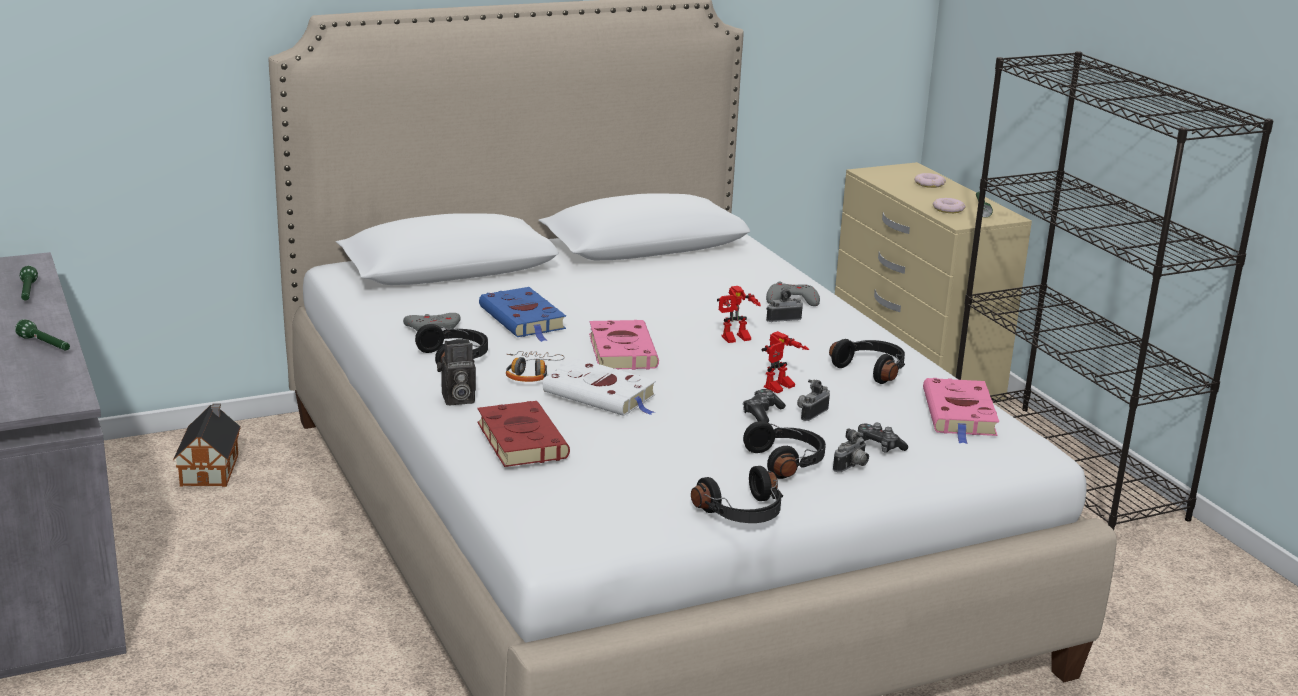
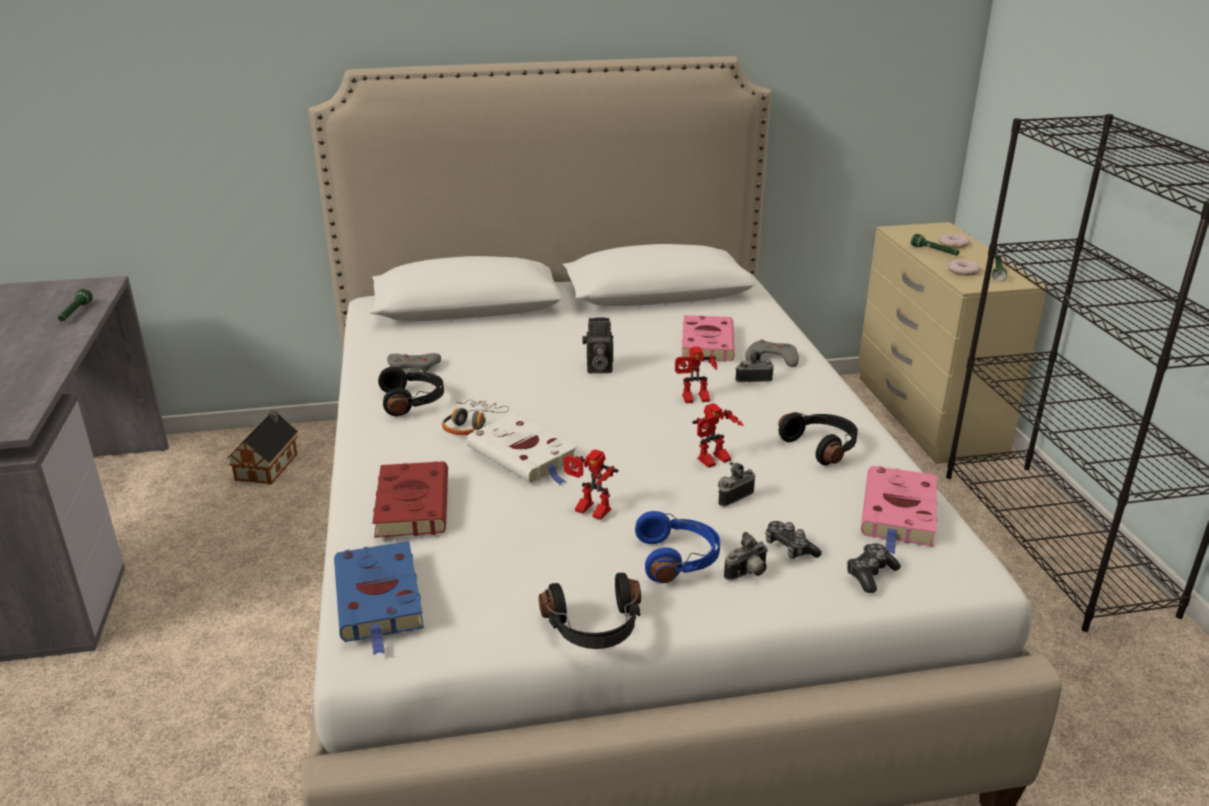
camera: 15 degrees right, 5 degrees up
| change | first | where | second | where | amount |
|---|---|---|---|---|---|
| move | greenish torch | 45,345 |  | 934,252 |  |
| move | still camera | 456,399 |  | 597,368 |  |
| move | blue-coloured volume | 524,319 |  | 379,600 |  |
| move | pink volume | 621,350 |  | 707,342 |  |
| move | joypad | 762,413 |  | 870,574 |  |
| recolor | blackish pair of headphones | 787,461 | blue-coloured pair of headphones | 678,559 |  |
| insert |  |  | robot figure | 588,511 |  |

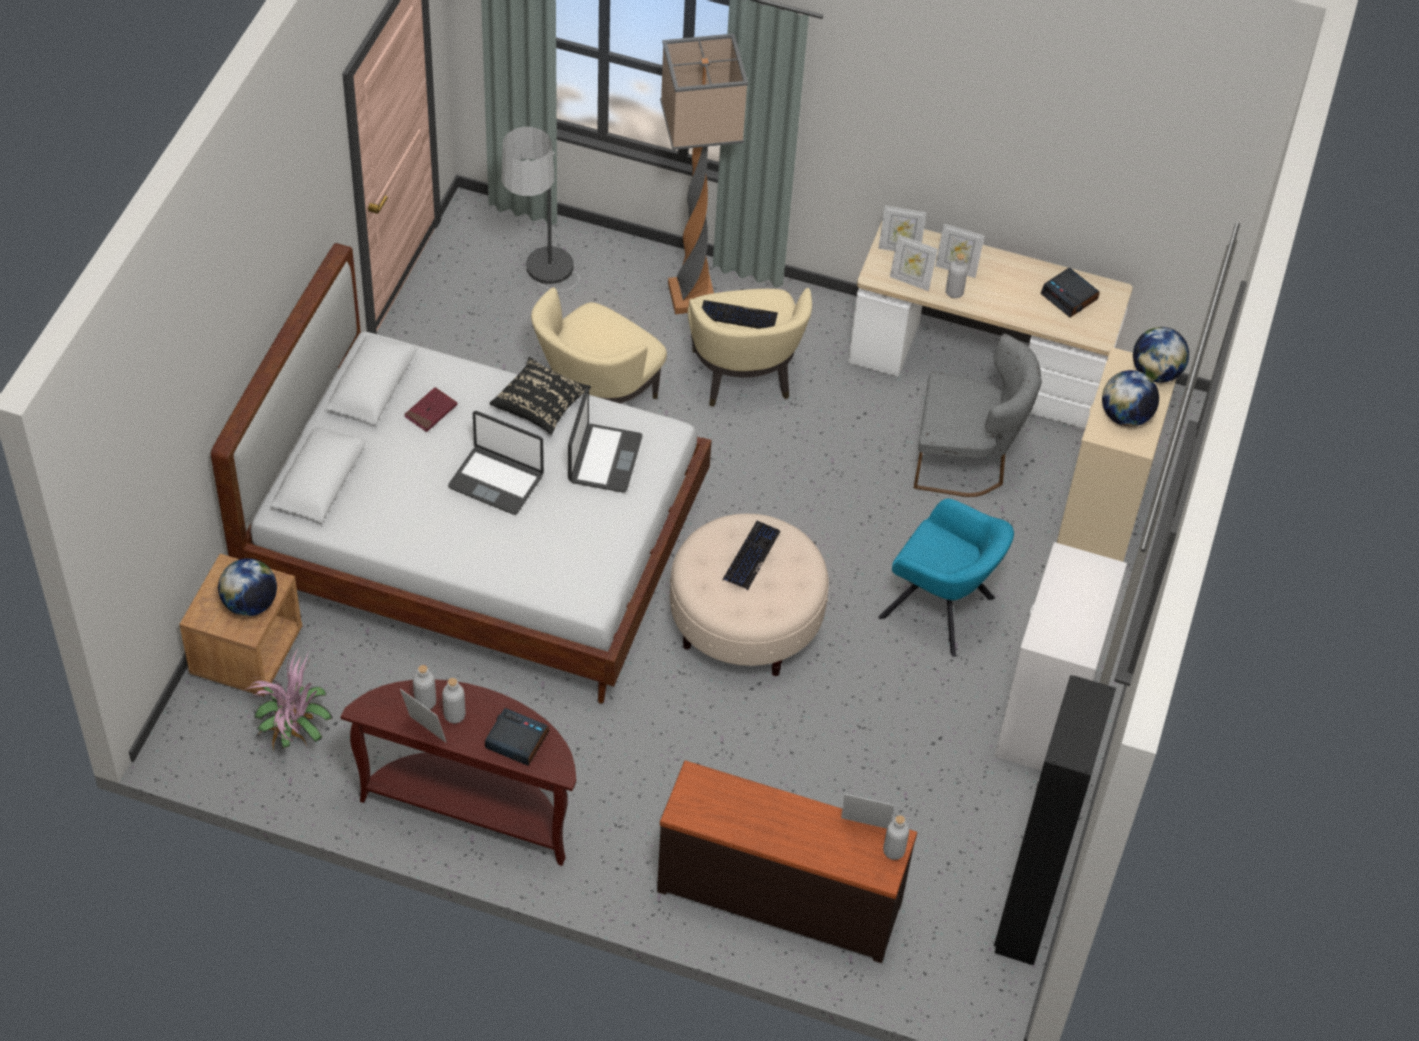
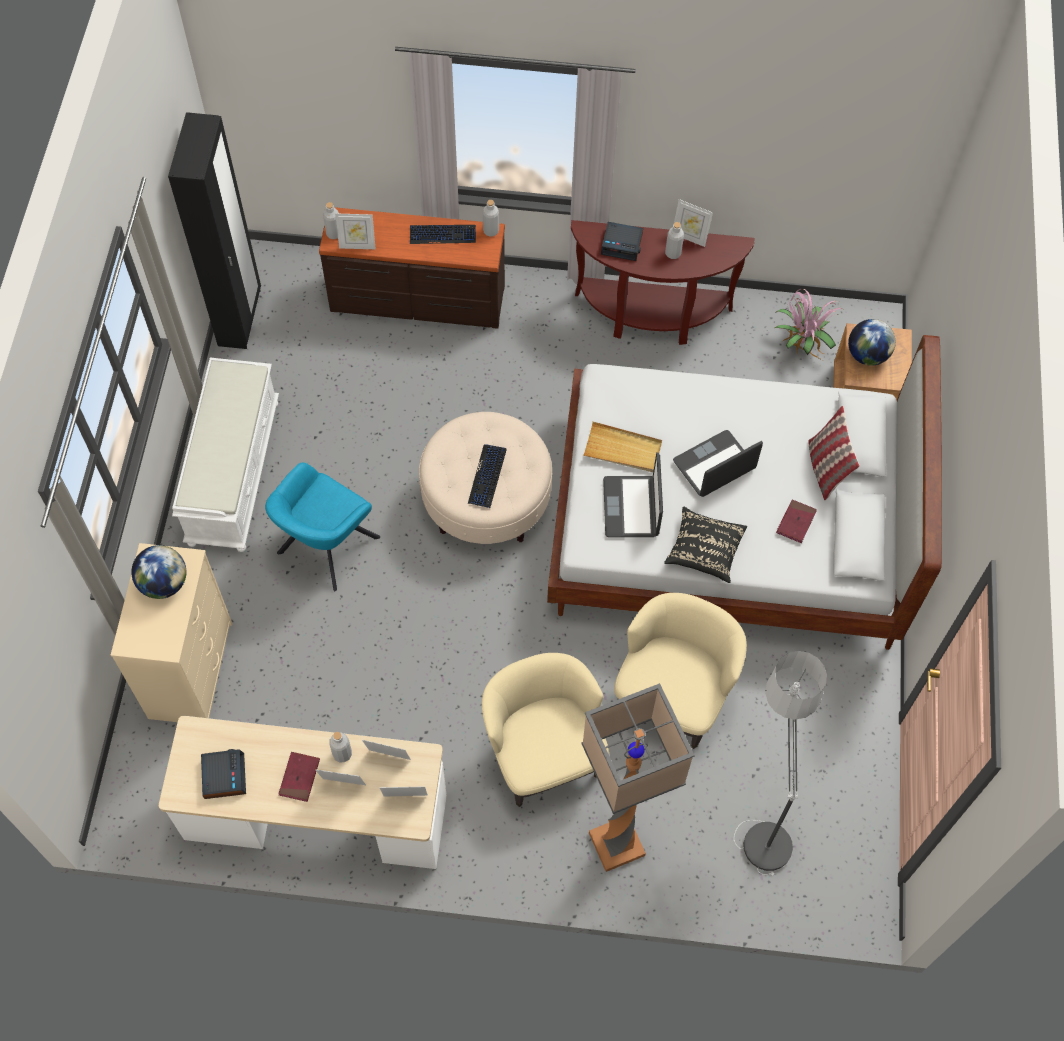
camera: 170 degrees right, 10 degrees up
| change | first | where | second | where | amount |
|---|---|---|---|---|---|
| move | grey bottle | 425,702 |  | 491,231 |  |
| rotate | portable computer | 496,480 |  | 714,465 | 45 degrees counterclockwise |
| move | PC keyboard | 738,316 |  | 443,235 |  |
| rotate | turquoise-coloured armchair | 941,609 |  | 326,548 | 75 degrees counterclockwise |
| delete | grey chair | 966,462 |  |  |  |
| replace | white dresser | 1044,717 | white bench | 233,471 |  |
| rotate | bedside clock | 1070,297 |  | 223,776 | 45 degrees clockwise |
| delete | desk globe | 1155,373 |  |  |  |
| insert |  |  | reddish volume | 299,777 |  |
| insert |  |  | beige serving tray | 622,450 |  |
| insert |  |  | throw pillow | 825,469 |  |

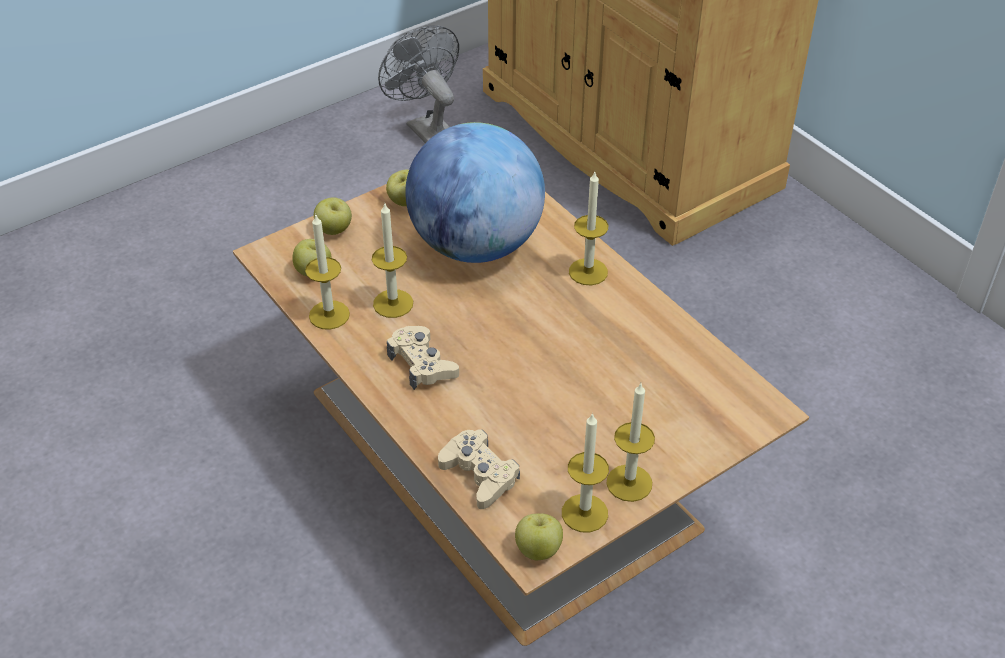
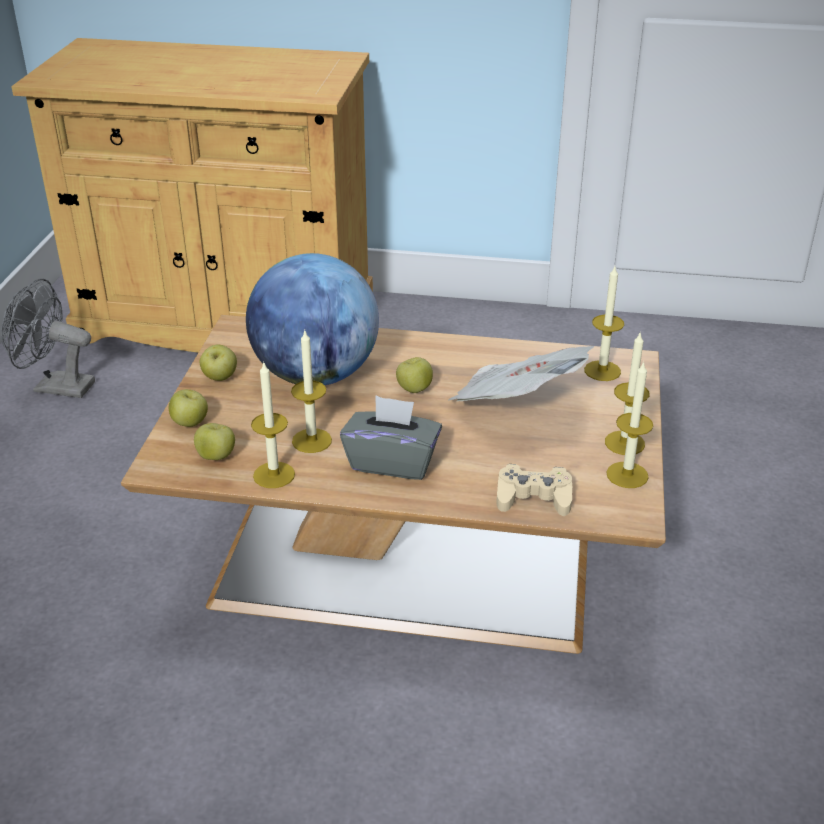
camera: 45 degrees left, 10 degrees down
| change | first | where | second | where | amount |
|---|---|---|---|---|---|
| replace | beige joypad | 422,364 | grey box of tissues | 392,462 |  |
| move | apple fruit | 538,549 |  | 414,389 |  |
| move | wax light | 588,272 |  | 602,371 |  |
| insert |  |  | printed paper | 517,404 |  |

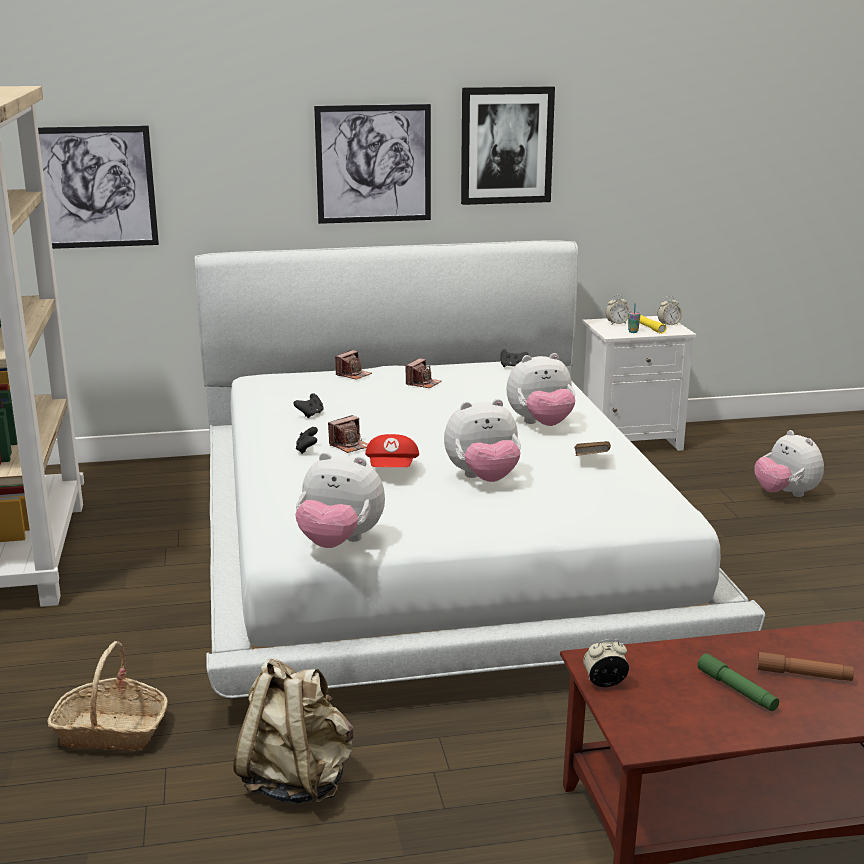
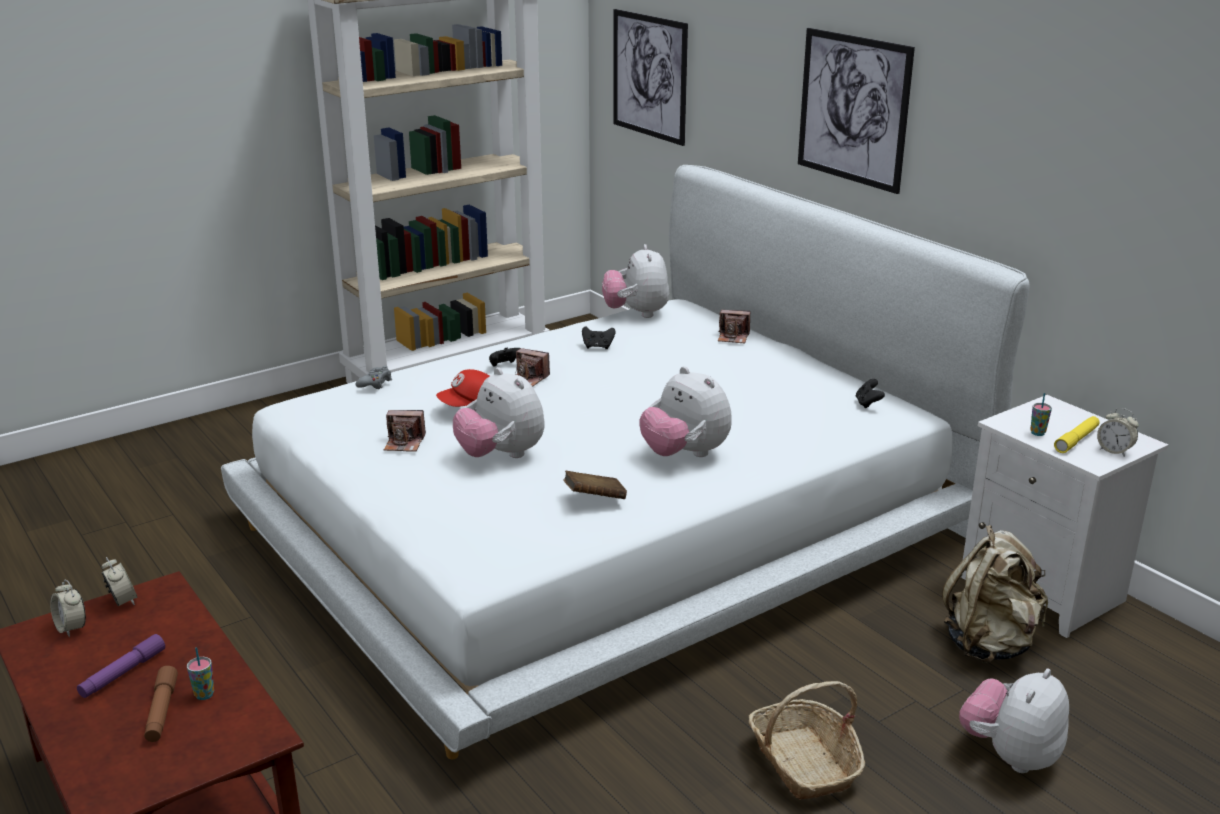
camera: 65 degrees right, 5 degrees up
| change | first | where | second | where | amount |
|---|---|---|---|---|---|
| move | basket | 111,731 |  | 804,763 |  |
| move | beige knapsack | 297,781 |  | 990,644 |  |
| move | cuddly toy | 339,543 |  | 636,313 |  |
| move | still camera | 423,383 |  | 404,443 |  |
| delete | picture | 506,145 |  |  |  |
| move | bedside clock | 616,323 |  | 71,628 |  |
| recolor | greenish torch | 737,690 | purple-coloured torch | 123,673 |  |
| insert |  |  | small cup | 204,695 |  |
| insert |  |  | grey joypad | 375,383 |  |

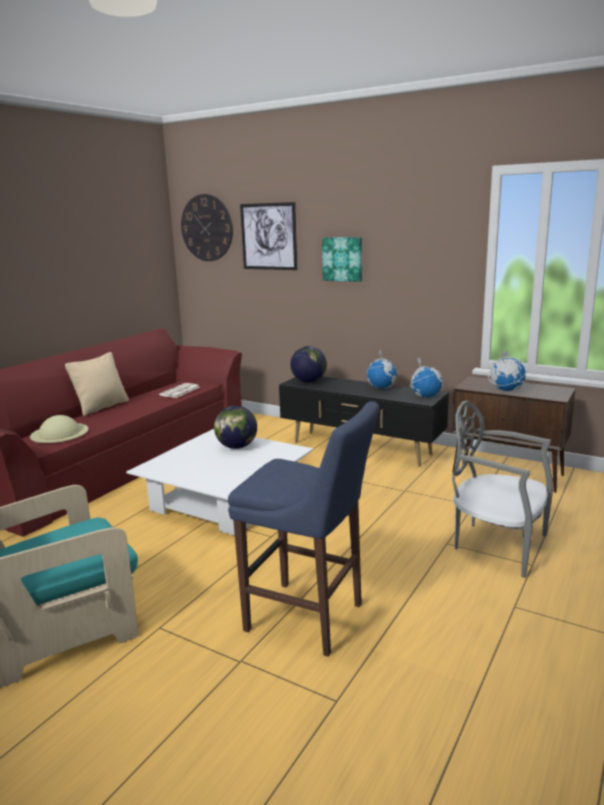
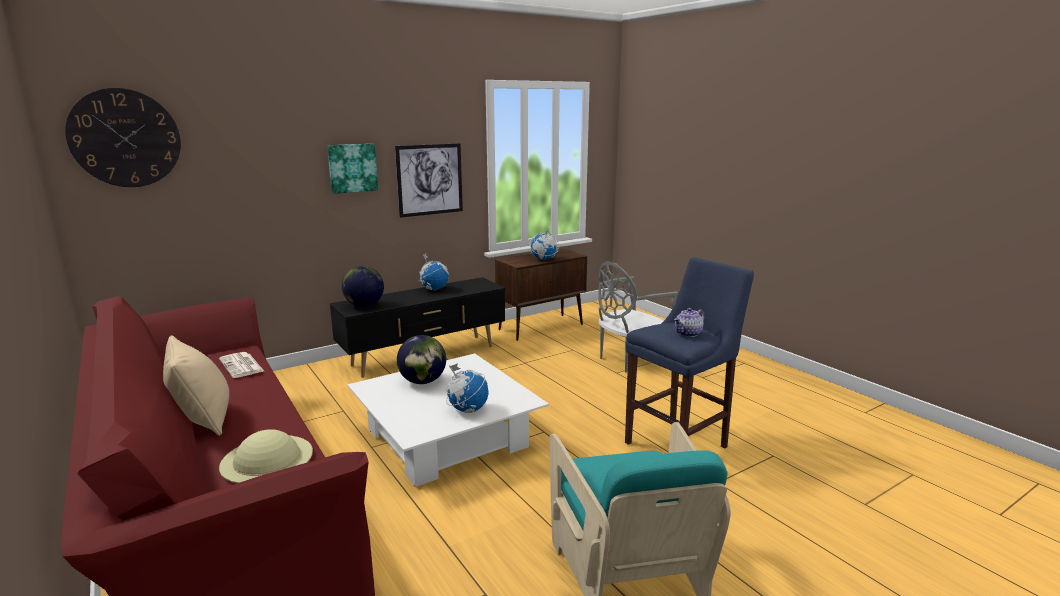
camera: 65 degrees left, 0 degrees up
| change | first | where | second | where | amount |
|---|---|---|---|---|---|
| move | picture | 268,236 |  | 430,179 |  |
| move | desk globe | 425,396 |  | 467,410 |  |
| insert |  |  | pot for tea | 688,333 |  |

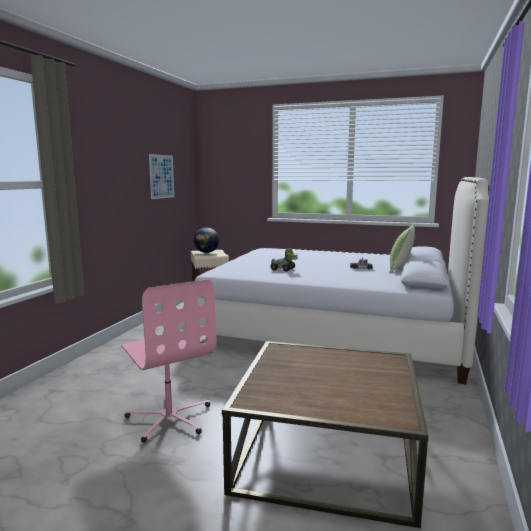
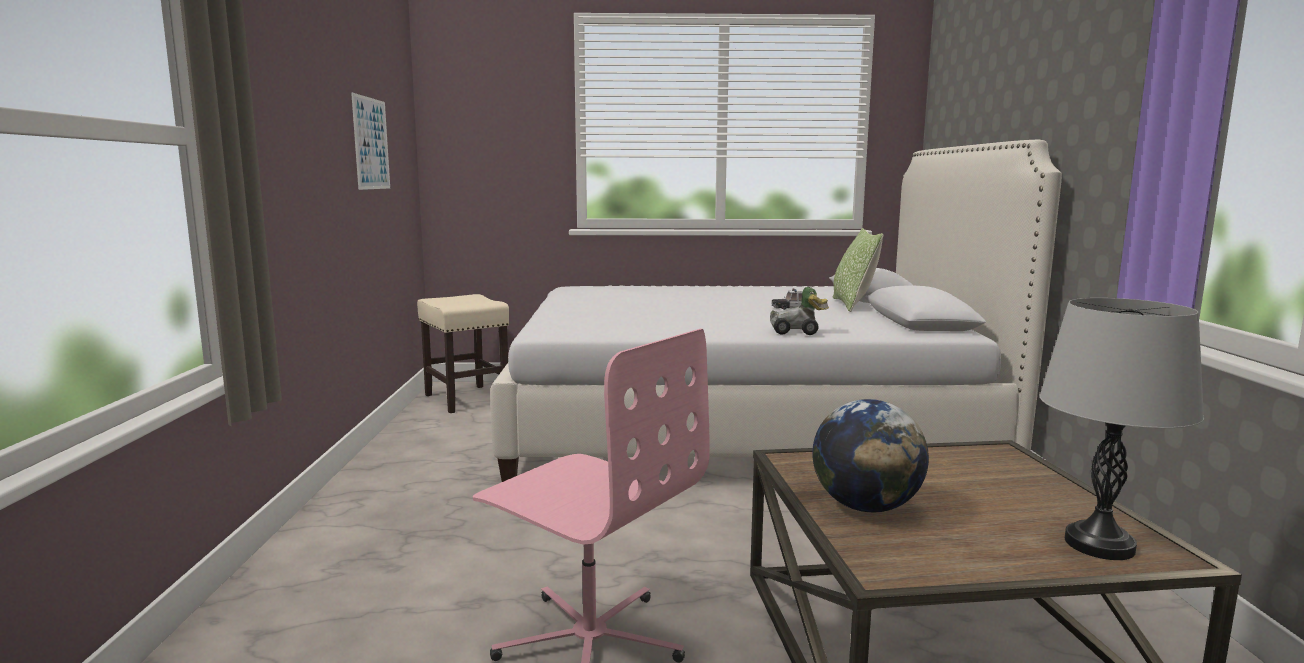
camera: 20 degrees left, 0 degrees up
| change | first | where | second | where | amount |
|---|---|---|---|---|---|
| move | desk globe | 207,252 |  | 866,507 |  |
| move | toy car | 283,269 |  | 797,332 |  |
| insert |  |  | grey lamp for a table | 1099,545 |  |

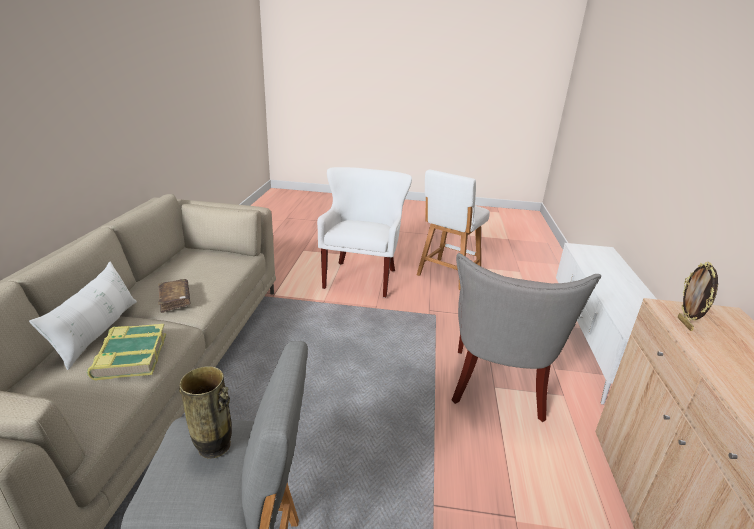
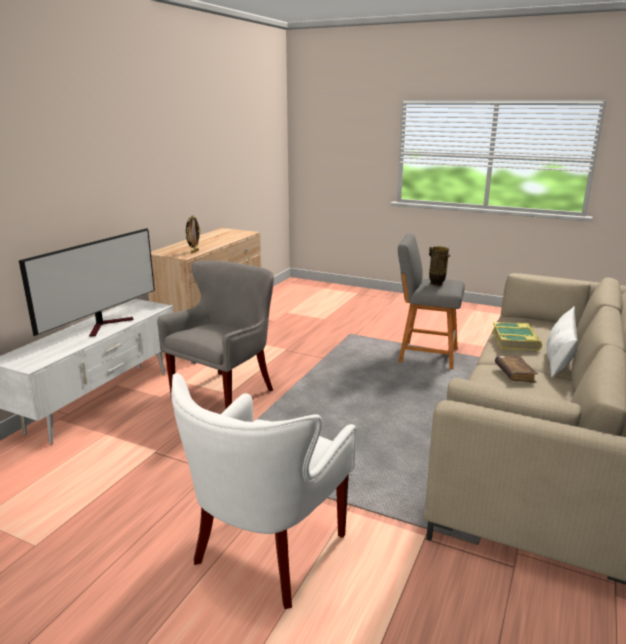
camera: 160 degrees left, 5 degrees down
| change | first | where | second | where | amount |
|---|---|---|---|---|---|
| delete | white sitting stool | 447,274 |  |  |  |
| insert |  |  | television | 107,325 |  |

